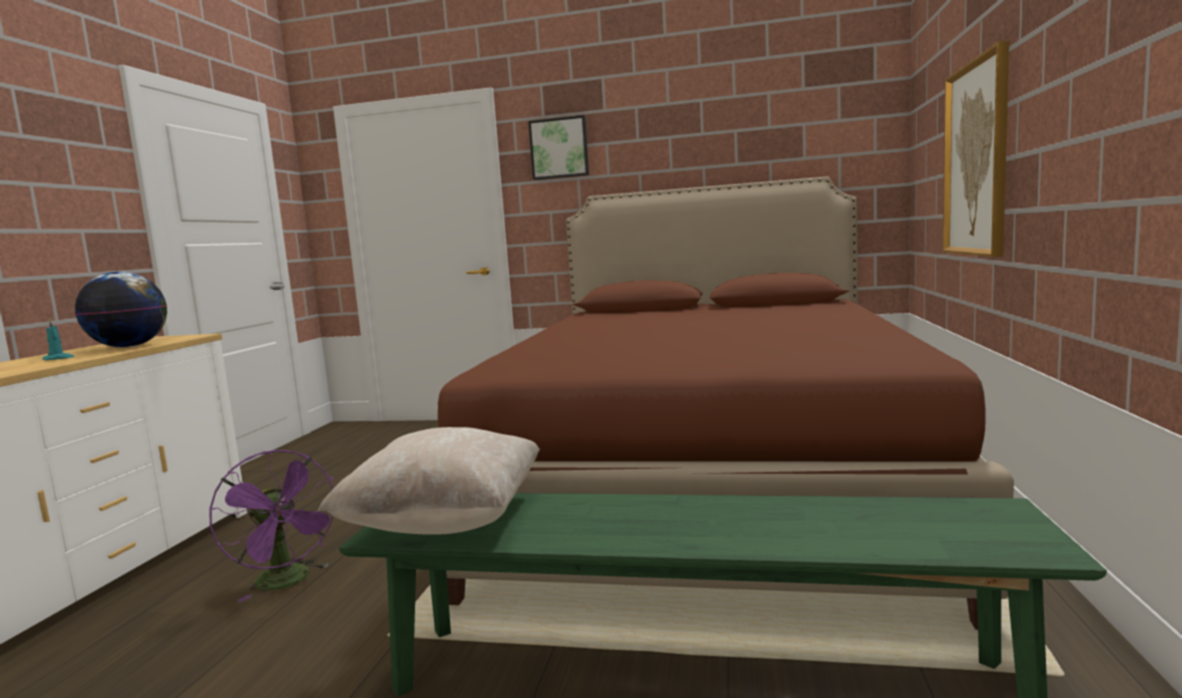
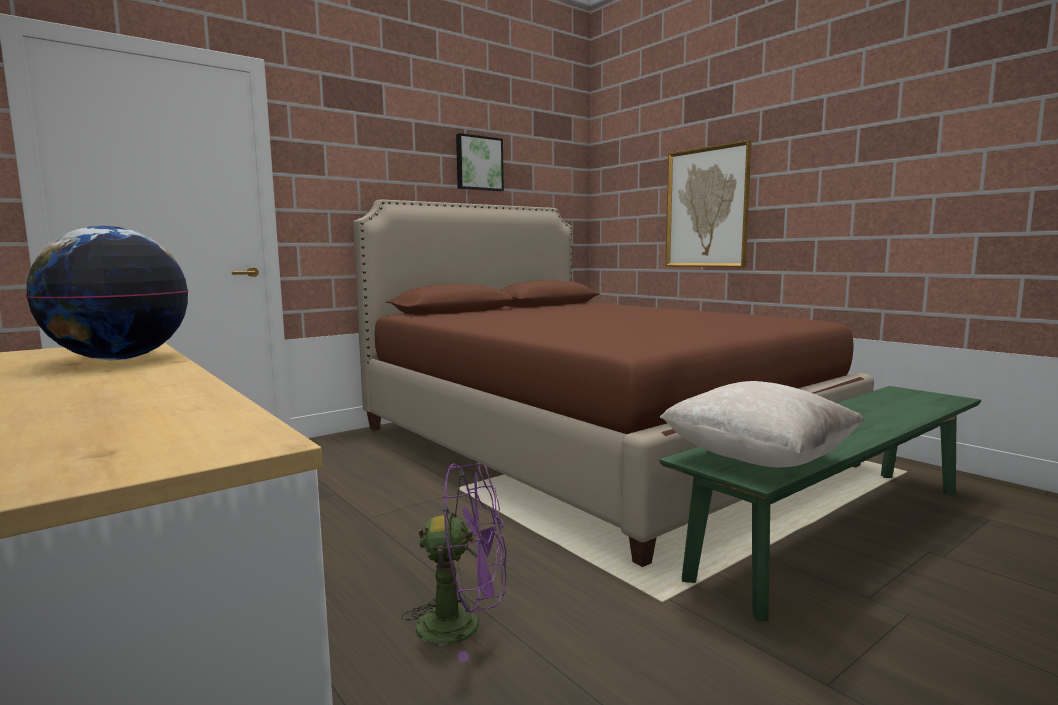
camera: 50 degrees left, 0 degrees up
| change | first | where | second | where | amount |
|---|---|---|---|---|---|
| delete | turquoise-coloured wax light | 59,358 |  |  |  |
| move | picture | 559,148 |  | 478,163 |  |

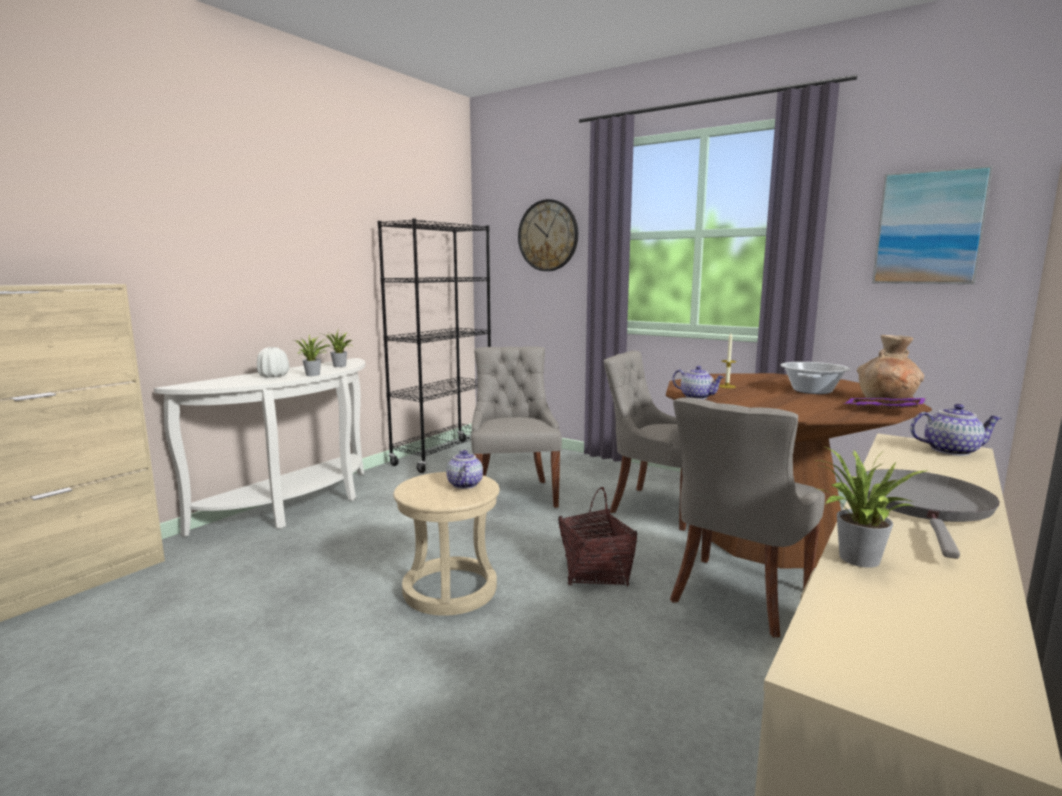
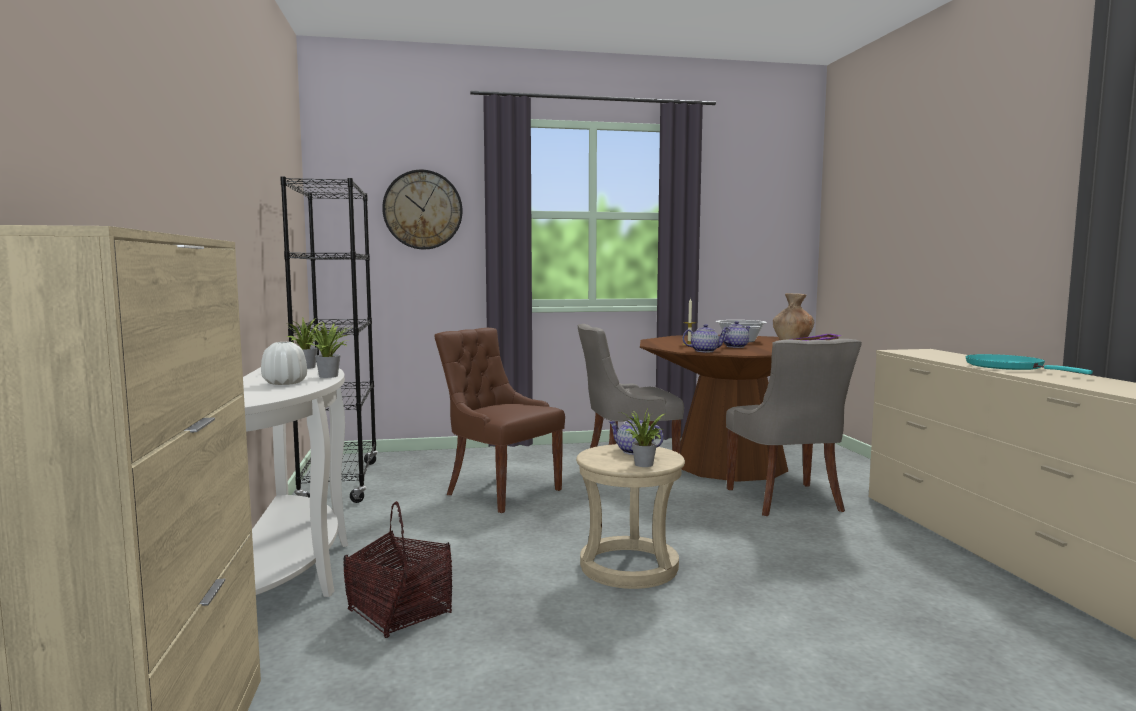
camera: 45 degrees left, 5 degrees down
| change | first | where | second | where | amount |
|---|---|---|---|---|---|
| recolor | grey chair | 514,494 | brown chair | 500,492 |  |
| move | basket | 595,572 |  | 400,613 |  |
| move | plant in a pot | 856,560 |  | 643,465 |  |
| recolor | grey skillet | 924,506 | turquoise-coloured skillet | 1009,367 |  |
| delete | picture | 929,228 |  |  |  |
| move | pot for tea | 951,450 |  | 735,347 |  |

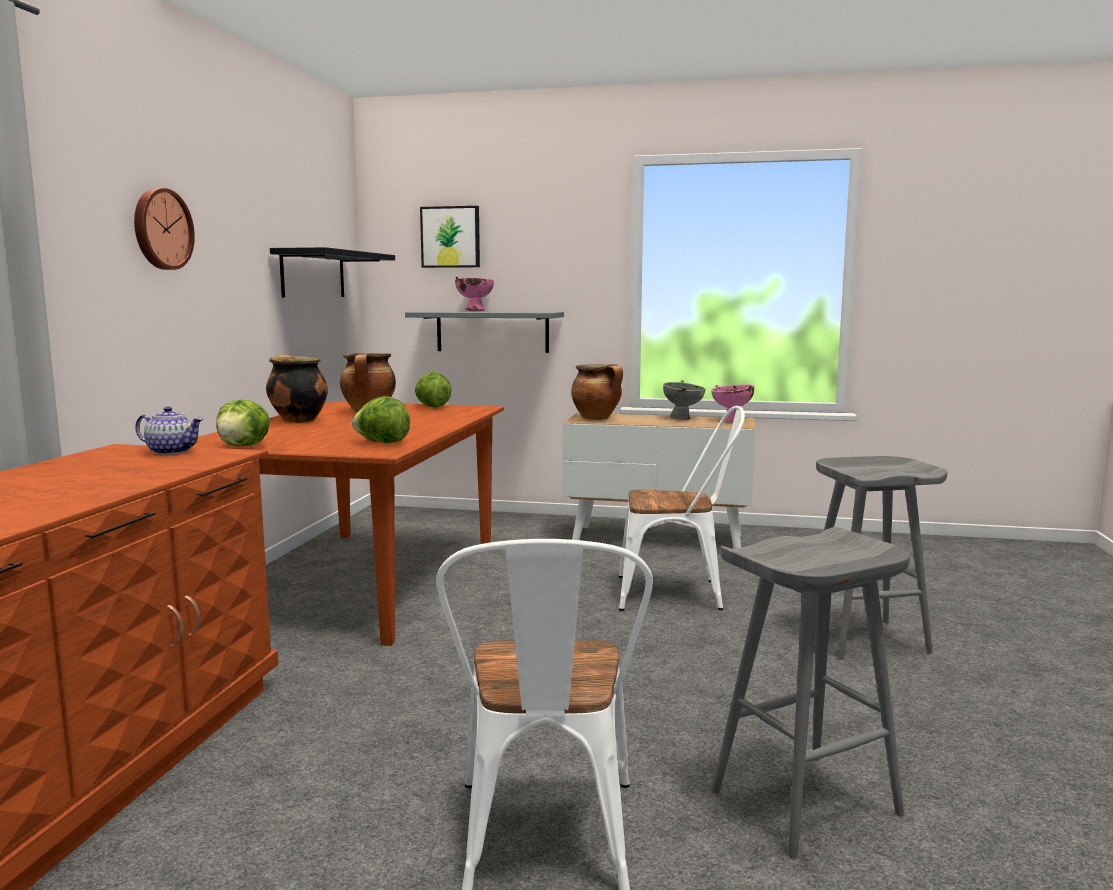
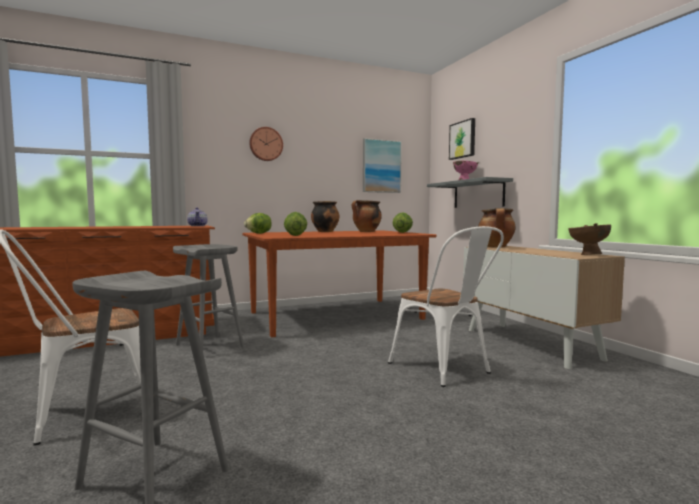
camera: 55 degrees right, 5 degrees down
| change | first | where | second | where | amount |
|---|---|---|---|---|---|
| replace | blackish bracket shelf | 313,274 | picture | 381,166 |  |
| delete | grey bowl | 683,418 |  |  |  |
| recolor | pink bowl | 732,421 | brown bowl | 588,255 |  |
| move | grey sitting stool | 865,639 |  | 210,346 |  |

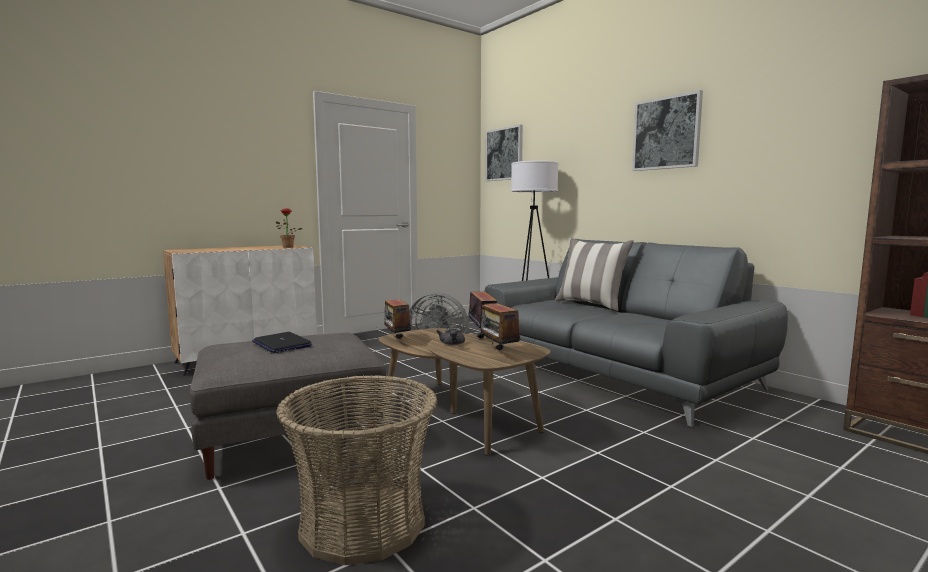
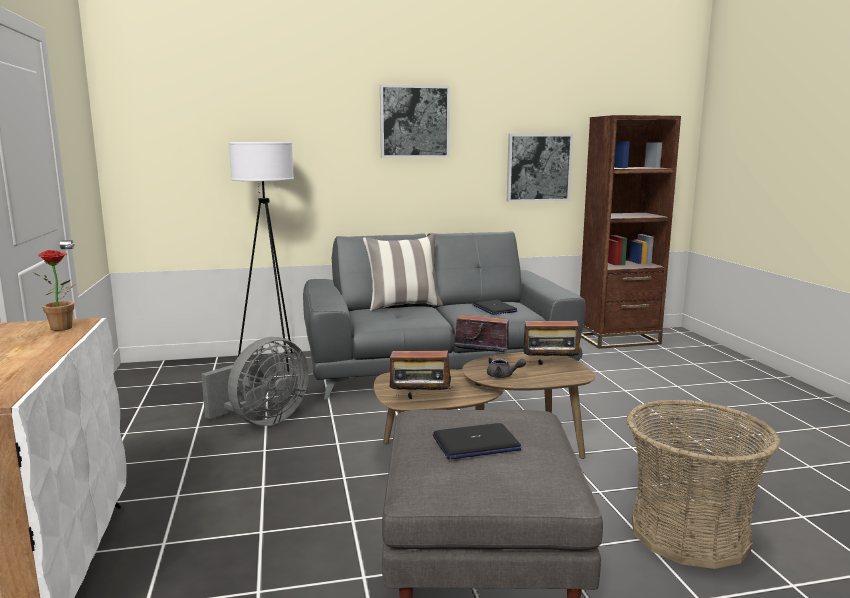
camera: 65 degrees left, 5 degrees up
| change | first | where | second | where | amount |
|---|---|---|---|---|---|
| move | picture | 504,154 |  | 538,167 |  |
| insert |  |  | portable computer | 494,308 |  |

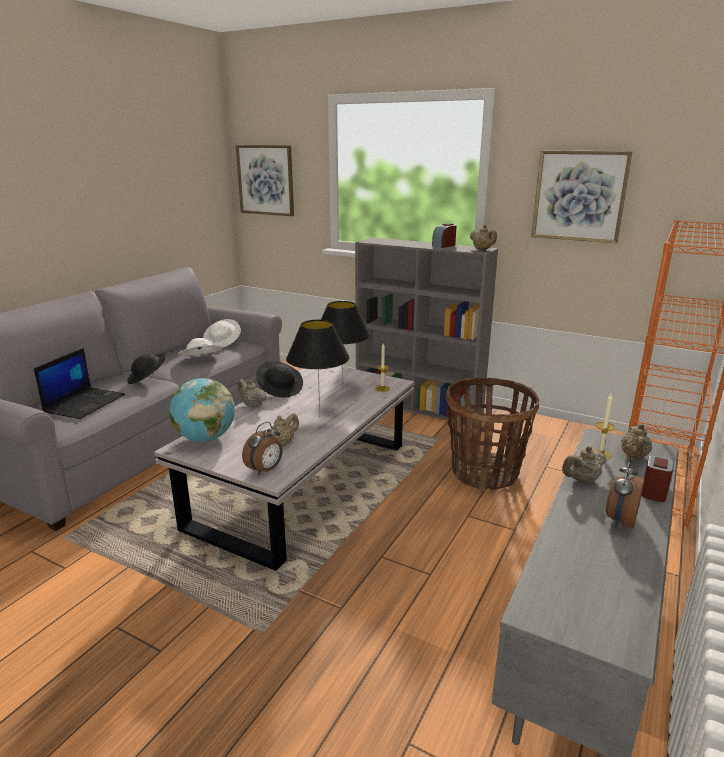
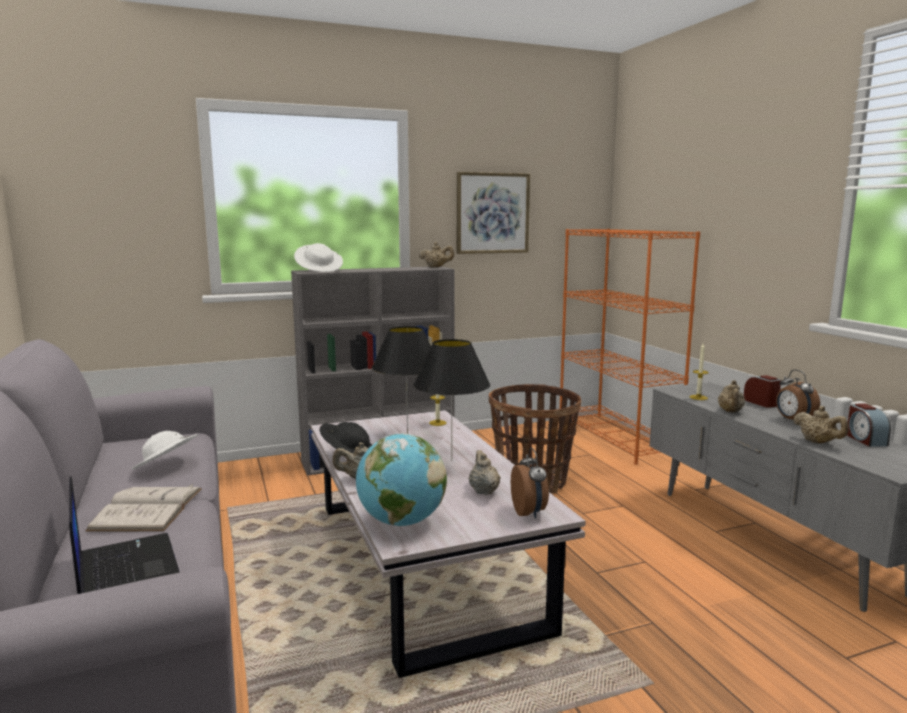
camera: 50 degrees left, 10 degrees down
| change | first | where | second | where | amount |
|---|---|---|---|---|---|
| replace | blackish clothing hat | 148,378 | white volume | 147,509 |  |
| move | white clothing hat | 223,342 |  | 319,270 |  |
| delete | picture | 266,180 |  |  |  |
| move | bedside clock | 444,246 |  | 865,440 |  |
| move | beige pot for tea | 634,456 |  | 818,442 |  |

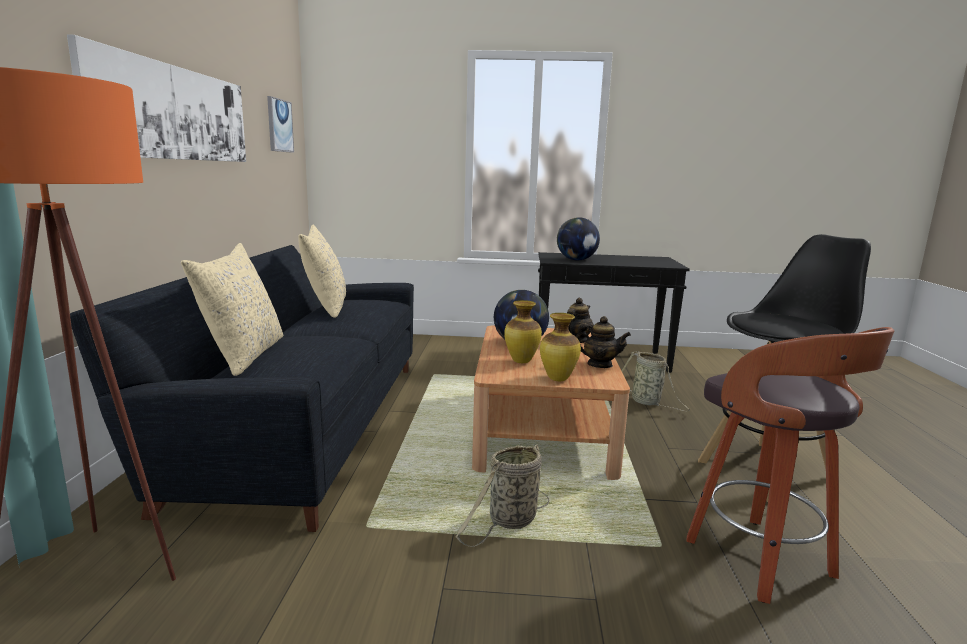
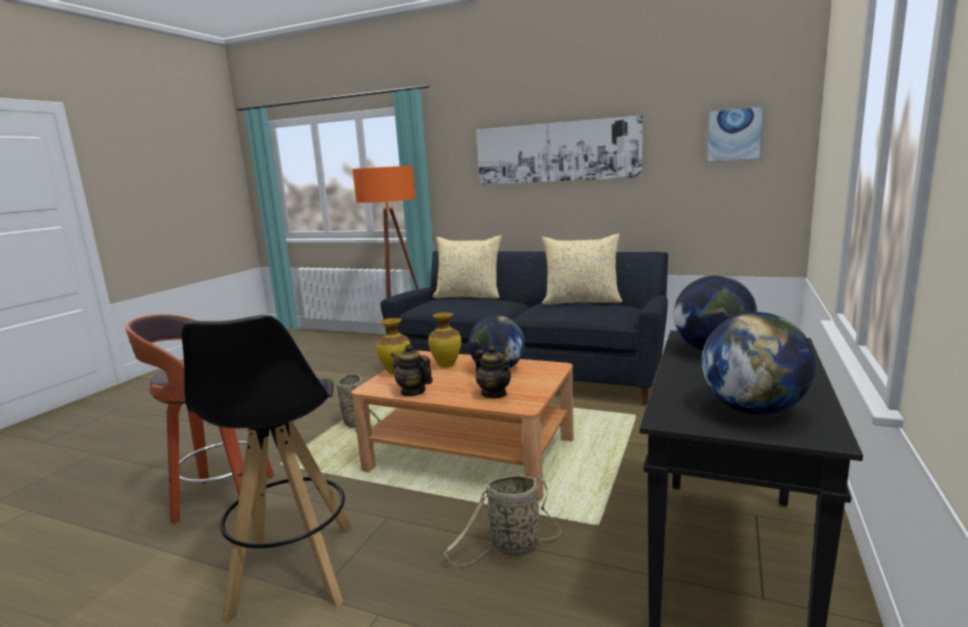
camera: 110 degrees right, 0 degrees up
| change | first | where | second | where | amount |
|---|---|---|---|---|---|
| rotate | pot for tea | 599,365 |  | 413,391 | 90 degrees clockwise |
| insert |  |  | desk globe | 753,410 |  |

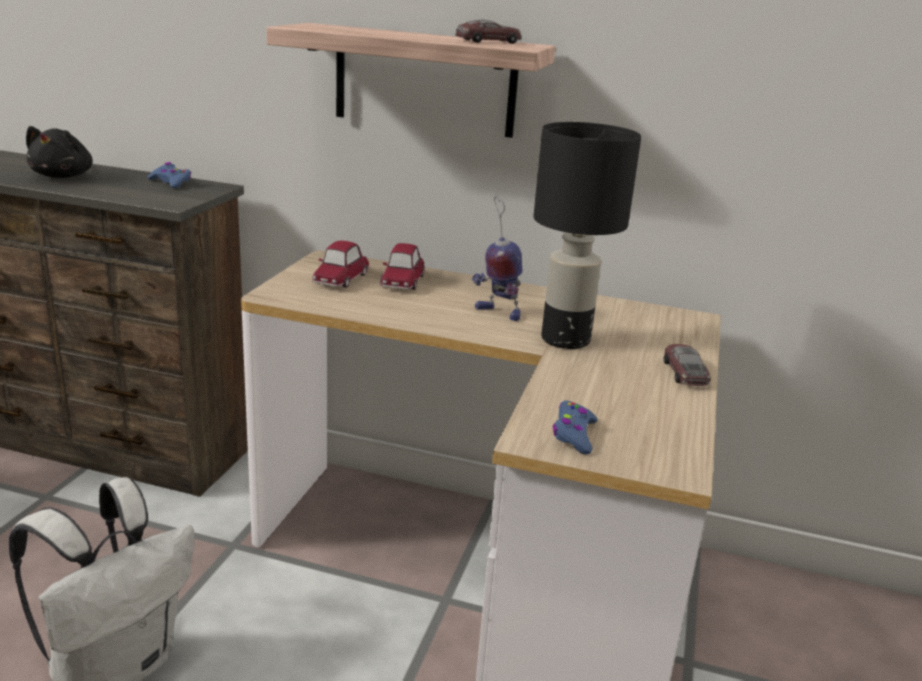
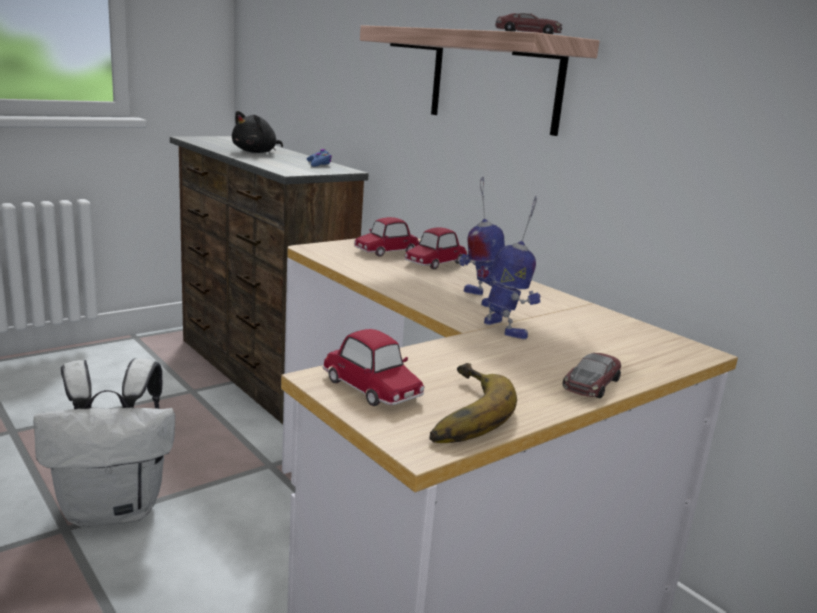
camera: 35 degrees right, 5 degrees down
| change | first | where | second | where | amount |
|---|---|---|---|---|---|
| replace | blackish lamp for a table | 564,340 | robot figure | 506,329 |  |
| replace | blue-coloured joypad | 574,435 | toy car | 372,388 |  |
| insert |  |  | whole banana | 457,412 |  |

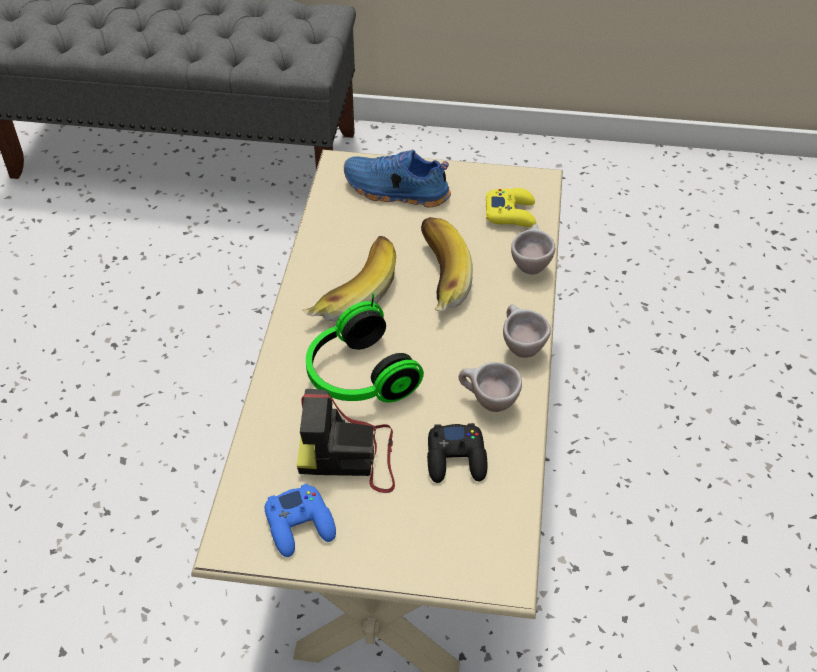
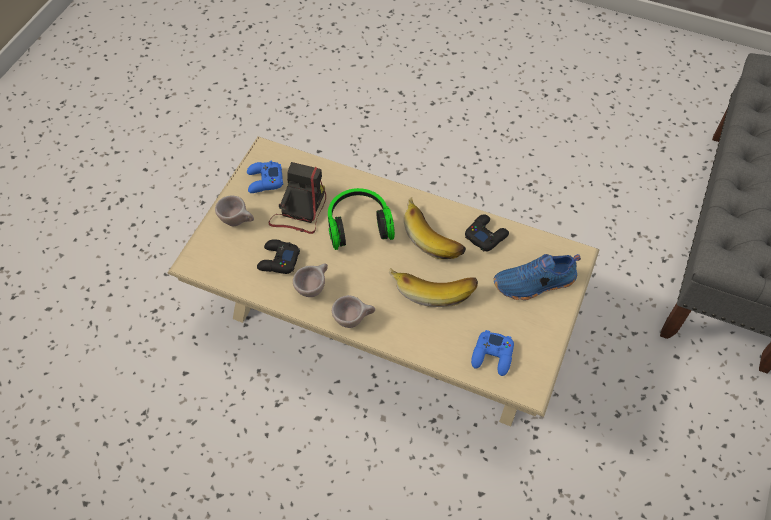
camera: 105 degrees right, 10 degrees up
| change | first | where | second | where | amount |
|---|---|---|---|---|---|
| rotate | blue-coloured low shoe | 395,192 |  | 534,284 | 135 degrees counterclockwise |
| recolor | yellow-coloured joypad | 511,213 | blue-coloured joypad | 492,356 |  |
| move | beige small cup | 530,264 |  | 238,221 |  |
| insert |  |  | blackish joypad | 486,235 |  |

